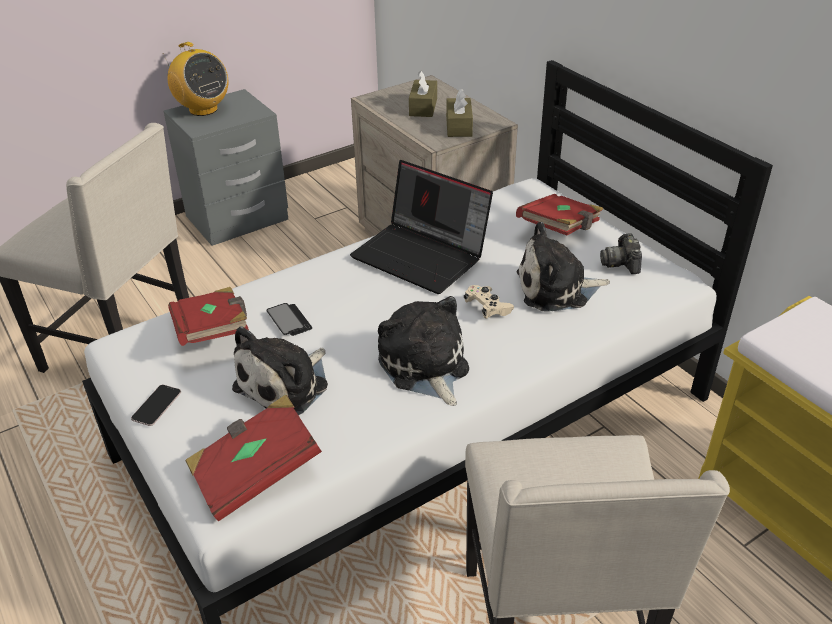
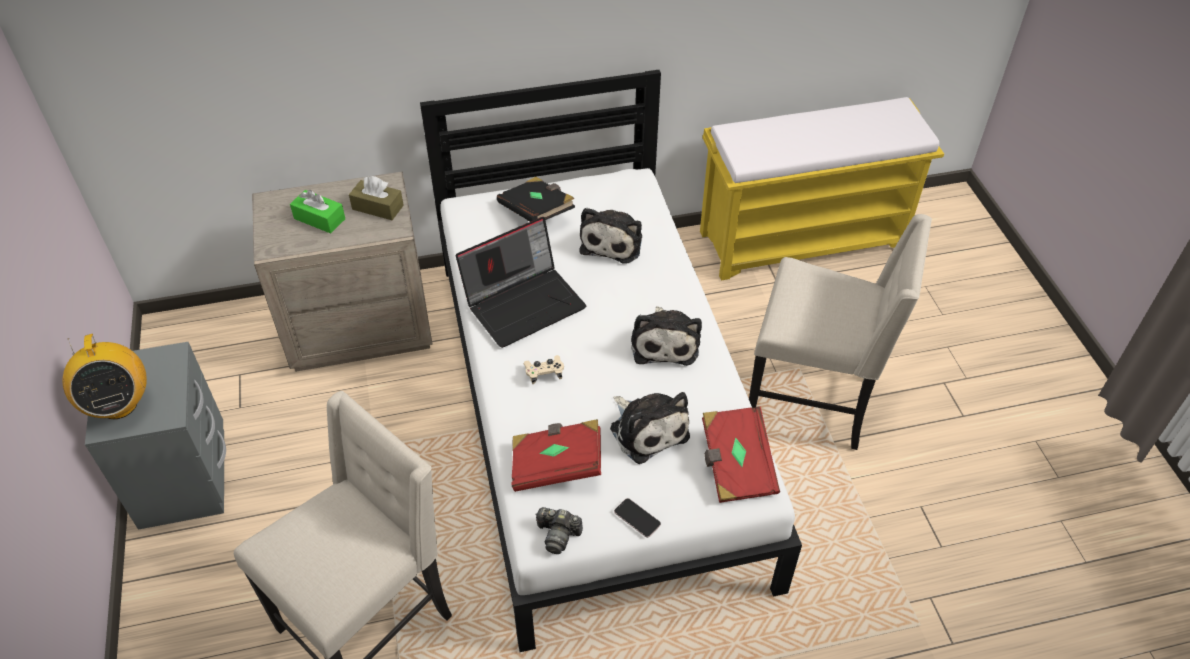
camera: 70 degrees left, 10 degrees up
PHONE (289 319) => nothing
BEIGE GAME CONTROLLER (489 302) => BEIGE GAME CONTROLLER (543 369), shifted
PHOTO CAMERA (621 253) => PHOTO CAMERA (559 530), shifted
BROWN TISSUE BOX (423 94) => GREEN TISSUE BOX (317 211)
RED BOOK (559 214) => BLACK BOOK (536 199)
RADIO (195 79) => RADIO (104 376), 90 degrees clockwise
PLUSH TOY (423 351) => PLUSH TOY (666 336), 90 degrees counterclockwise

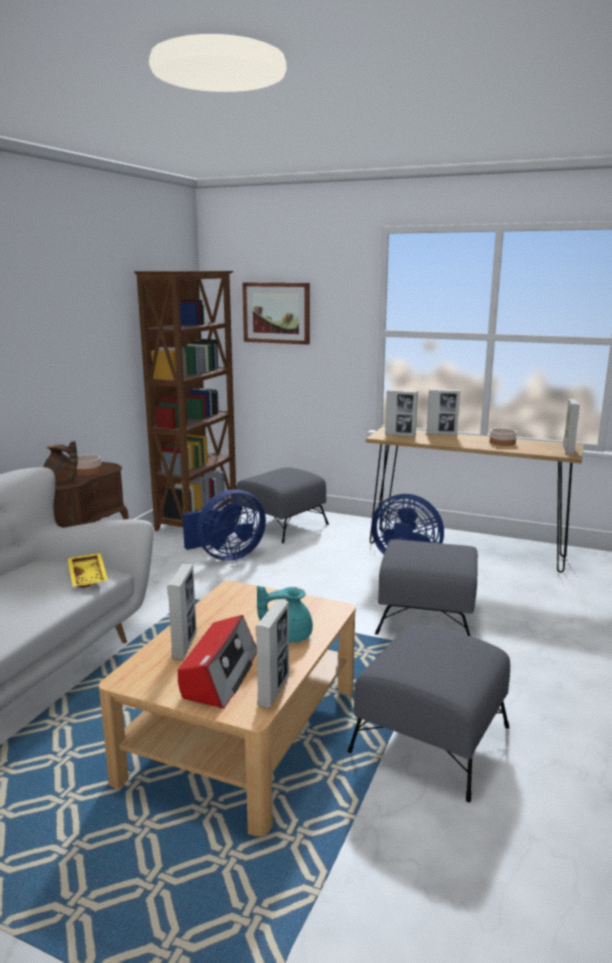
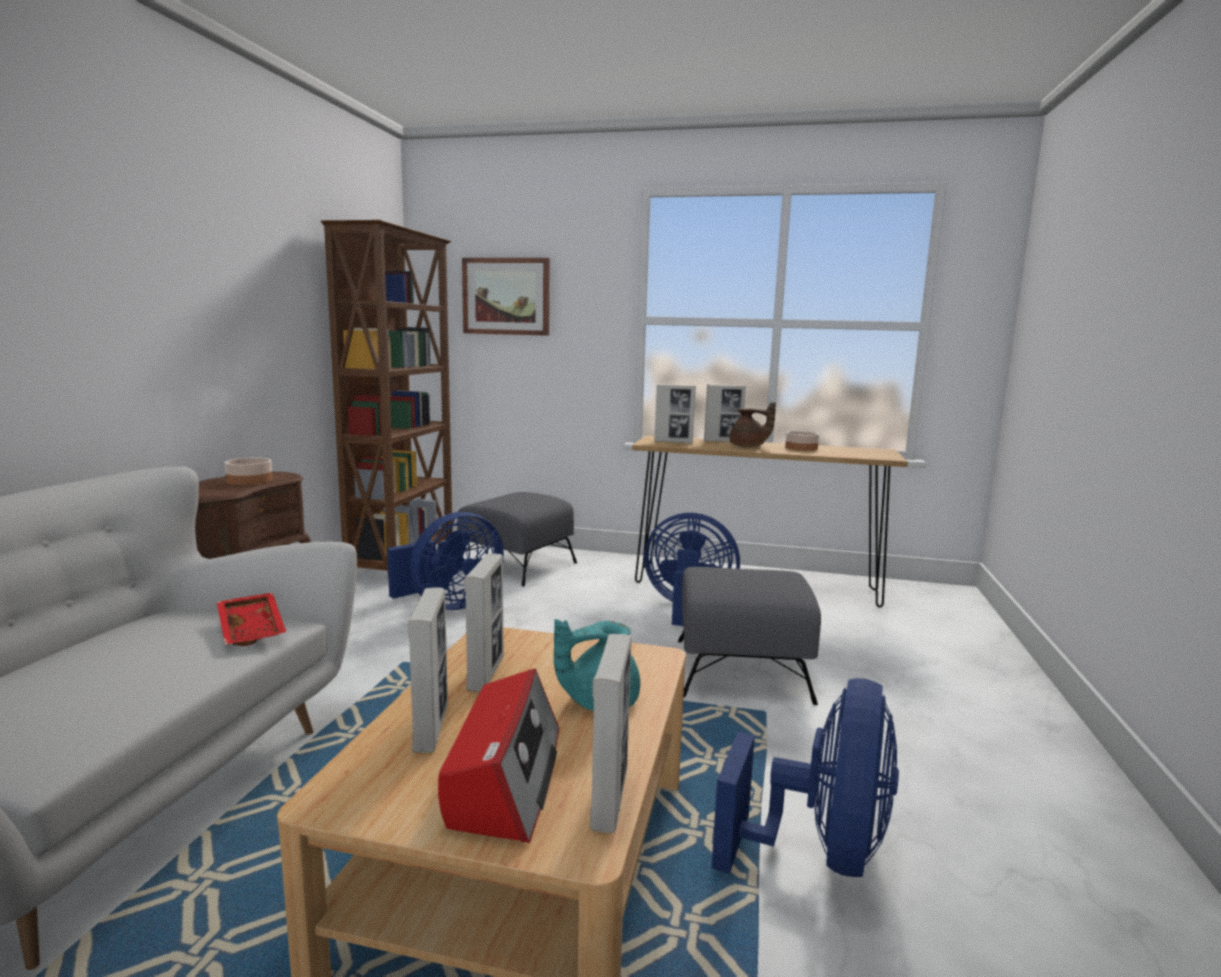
camera: 10 degrees left, 5 degrees down
BROWN TEAPOT (61 461) => BROWN TEAPOT (753 424), shifted
PICTURE FRAME (571 426) => PICTURE FRAME (484 622), shifted
GREY OTTOMAN (428 713) => BLUE FAN (805 777)
YELLOW TRAY (87 570) => RED TRAY (251 619)

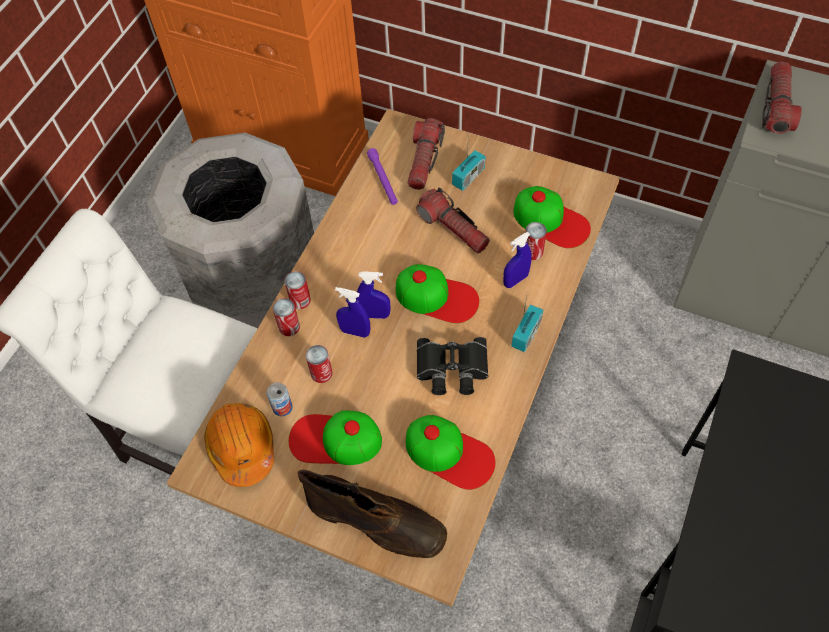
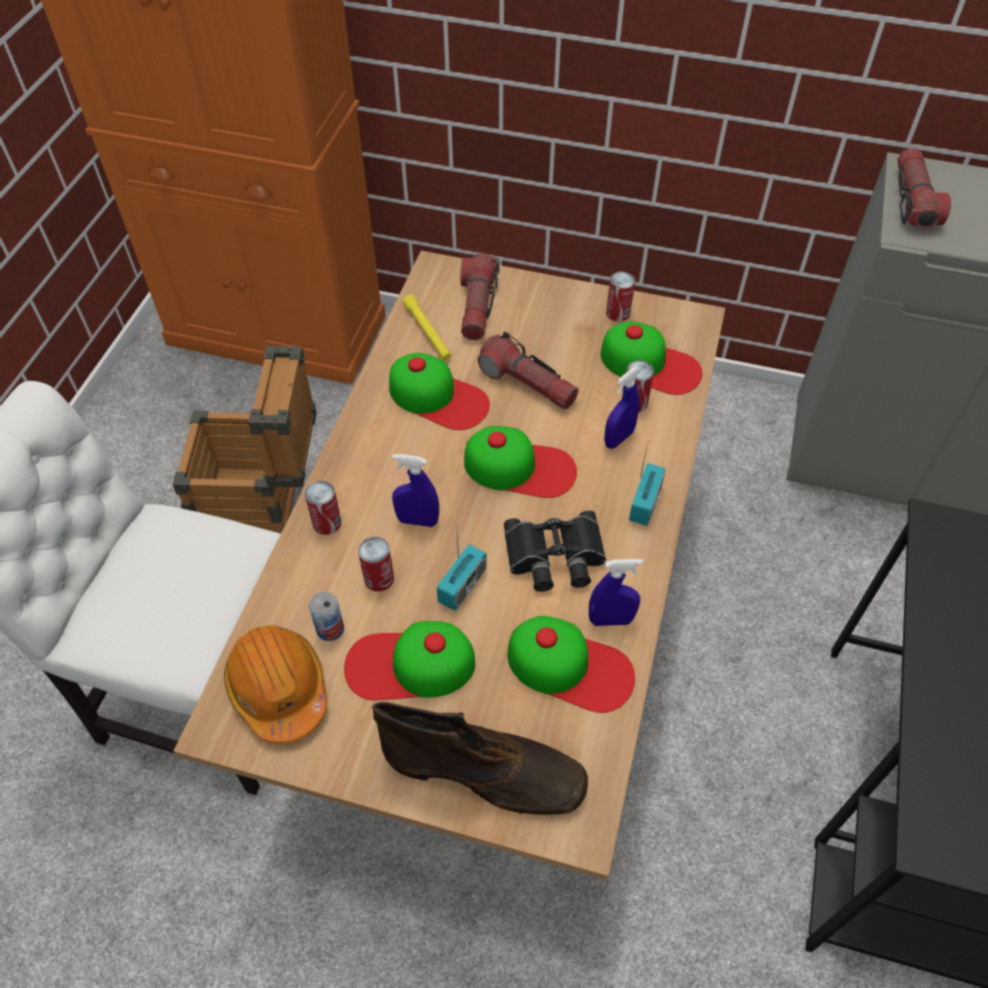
camera: 10 degrees left, 5 degrees down
nothing => CAP (439 391)
CAN (297 290) => CAN (620 297), shifted
BLUE SPRAY BOTTLE (373 295) => BLUE SPRAY BOTTLE (616 592), shifted
RADIO (469 160) => RADIO (462 566), shifted
GREY TRASH CAN (230 230) => CRATE (244 439)
PURPLE FLASHLIGHT (382 176) => YELLOW FLASHLIGHT (427 327)

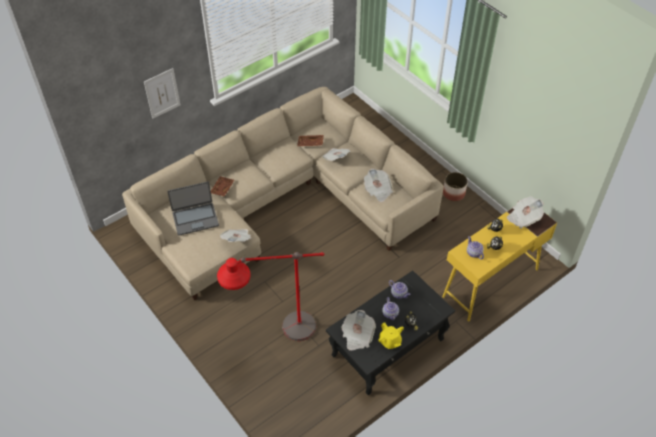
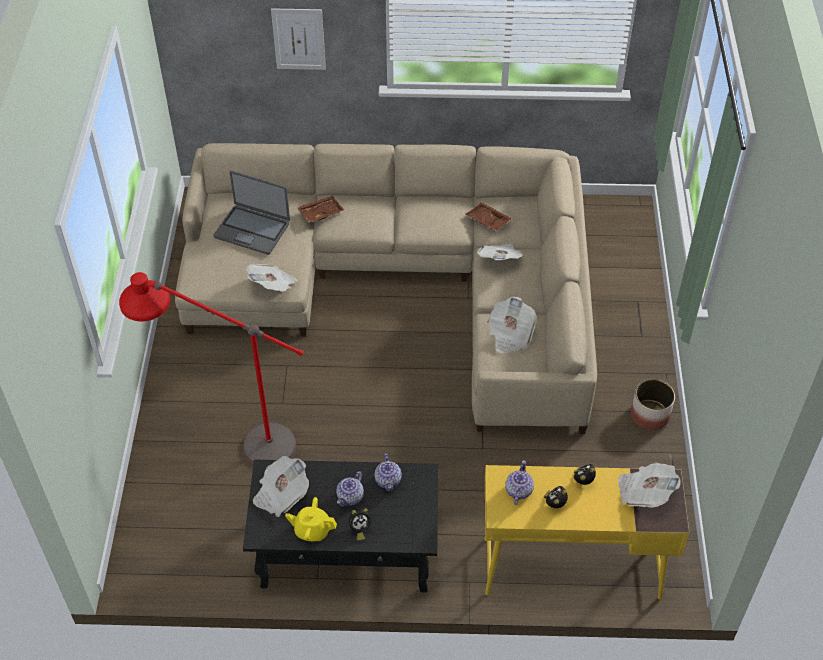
camera: 40 degrees right, 0 degrees up
YELLOW TEAPOT (391 335) => YELLOW TEAPOT (311 519), 90 degrees clockwise

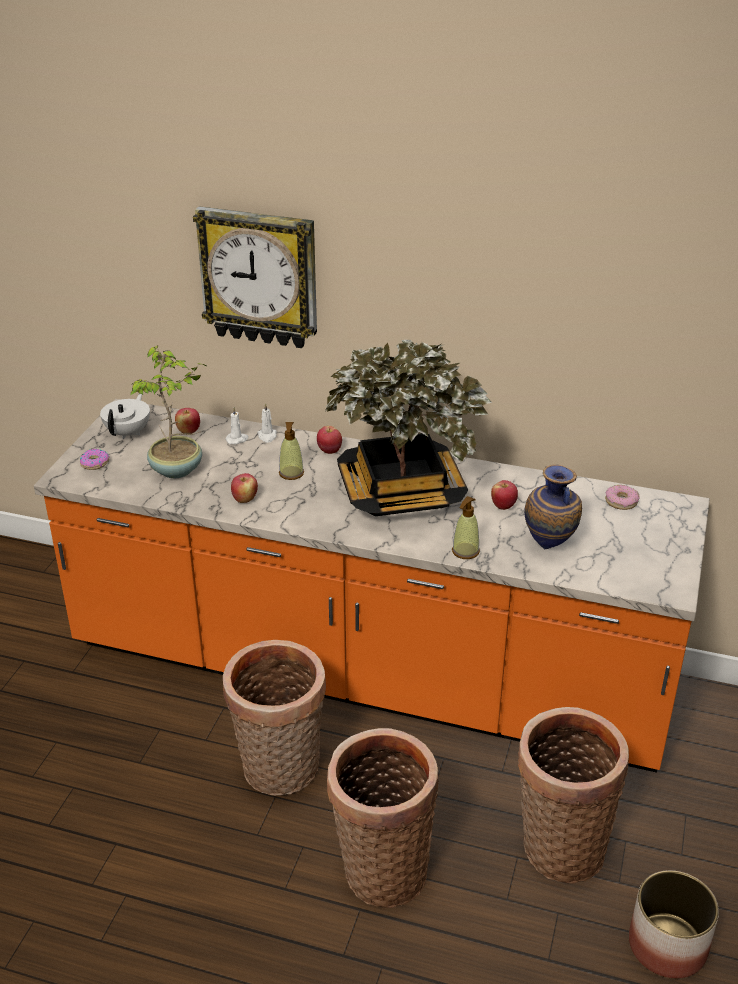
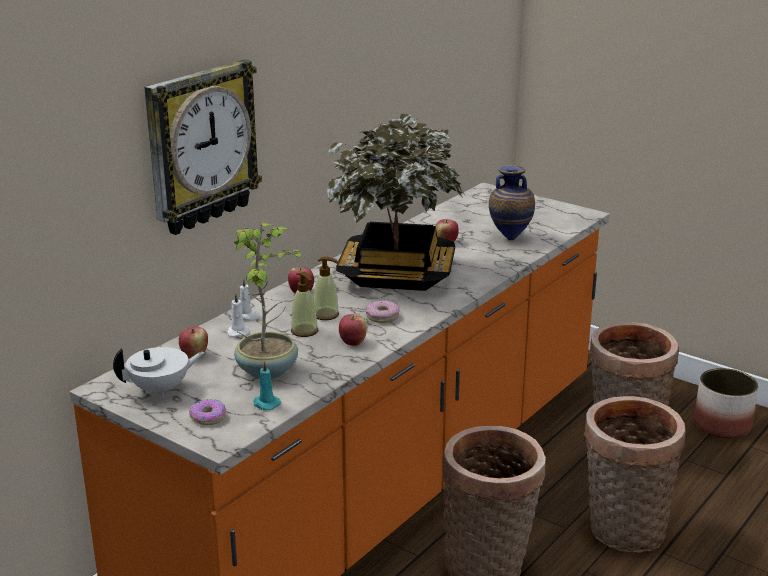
camera: 70 degrees left, 10 degrees down
nothing => TURQUOISE CANDLE (267 385)
SOAP DISPENSER (466 527) => SOAP DISPENSER (304 304), shifted
DONUT (622 497) => DONUT (383 311), shifted
WHITE TEAPOT (125 416) => WHITE TEAPOT (158 372), 120 degrees clockwise

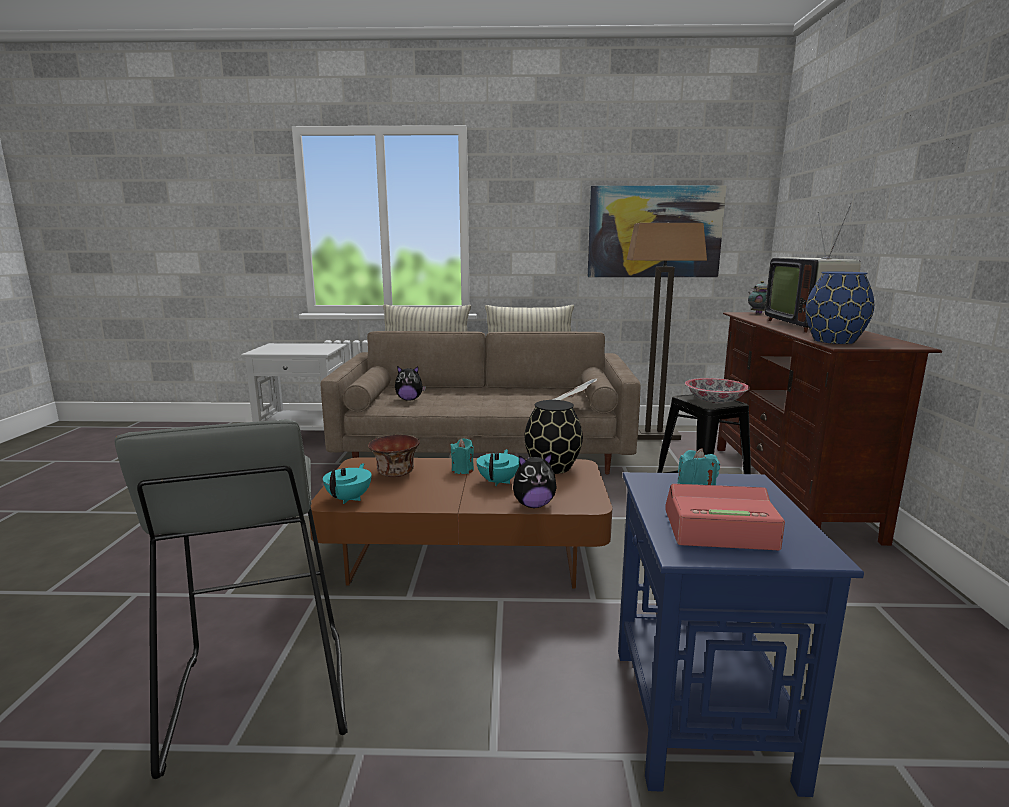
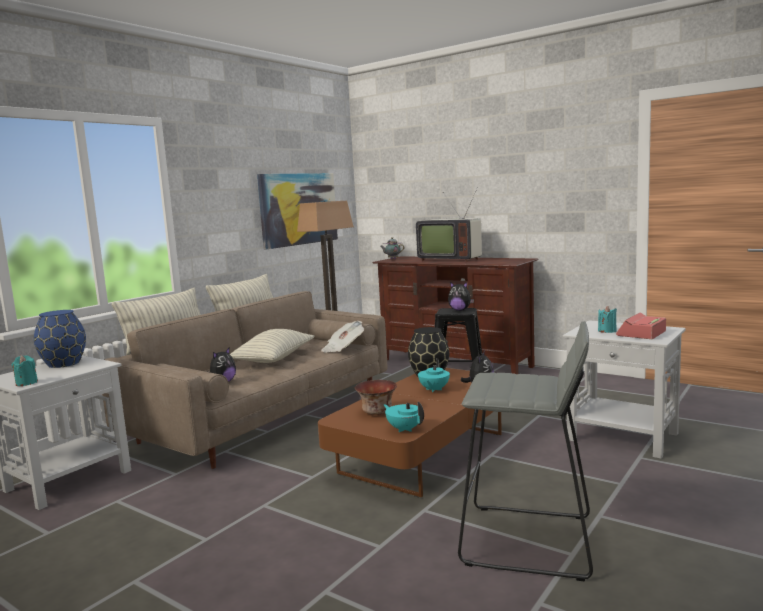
camera: 55 degrees left, 5 degrees down
nothing => PILLOW (272 346)
TURQUOISE CANDLE (462 456) => TURQUOISE CANDLE (24 370), shifted
BLUE VASE (839 308) => BLUE VASE (60 339), shifted
BOWL (717 390) => PLUSH TOY (461 296)
BLUE SIDE TABLE (741 634) => WHITE SIDE TABLE (624 389)
TURQUOISE TEAPOT (498 467) => TURQUOISE TEAPOT (434 375), 120 degrees counterclockwise

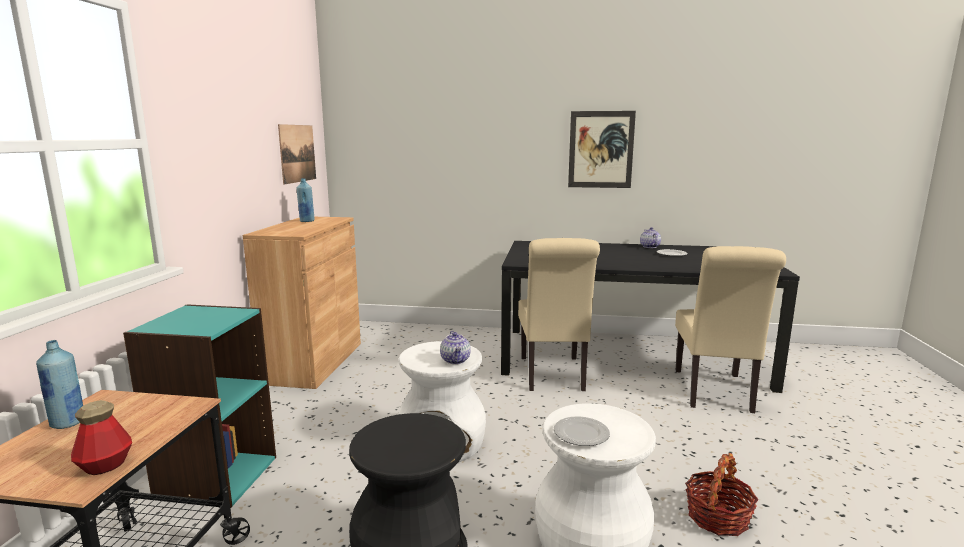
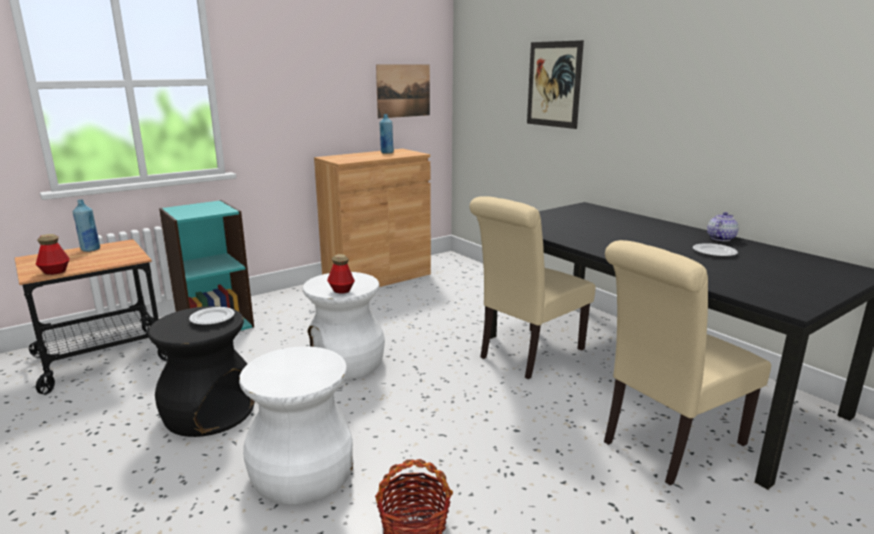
camera: 45 degrees right, 5 degrees up
PLATE (582 431) => PLATE (212 316), shifted
PICTURE (602 149) => PICTURE (555 84), shifted
TEAPOT (455 347) => BOTTLE (341 274)

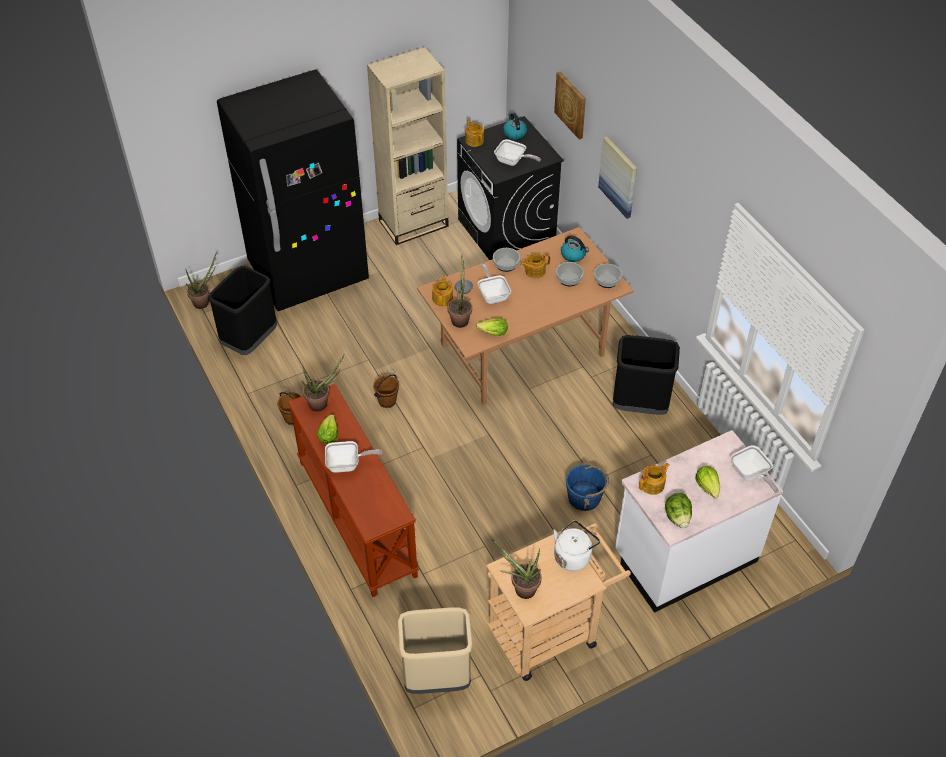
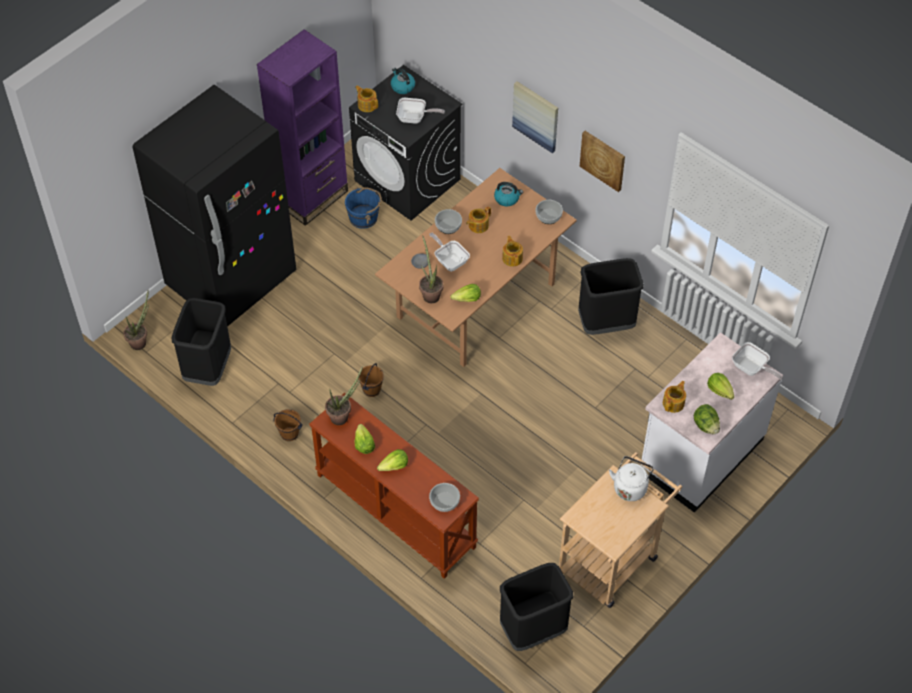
camera: 20 degrees left, 5 degrees up
POTTED PLANT (517 569) => nothing
TEAPOT (442 290) => TEAPOT (512 251), shifted
PICTURE (570 105) => PICTURE (602 161), shifted
BOWL (570 274) => BOWL (444 497), shifted
BLUE BUCKET (587 486) => BLUE BUCKET (363 208), shifted
FRYING PAN (353 457) => LETTUCE (392 460)
BEIGE BOOKCASE (408 146) => PURPLE BOOKCASE (302 127)
BEIGE TRASH CAN (435 650) => BLACK TRASH CAN (537 607)

